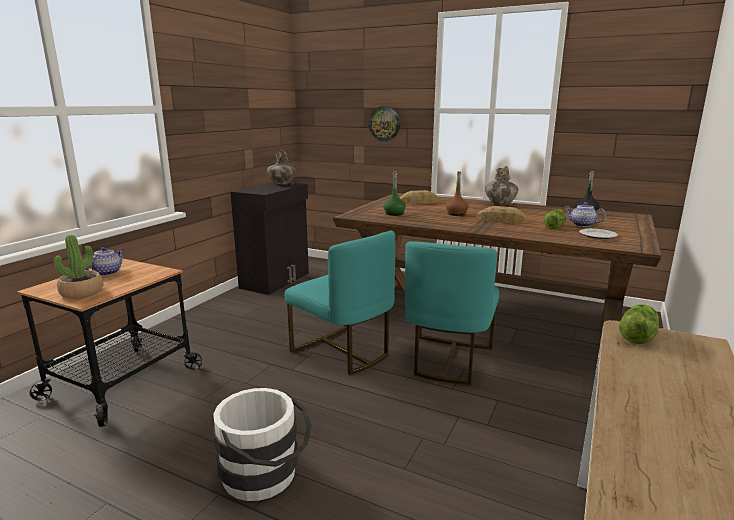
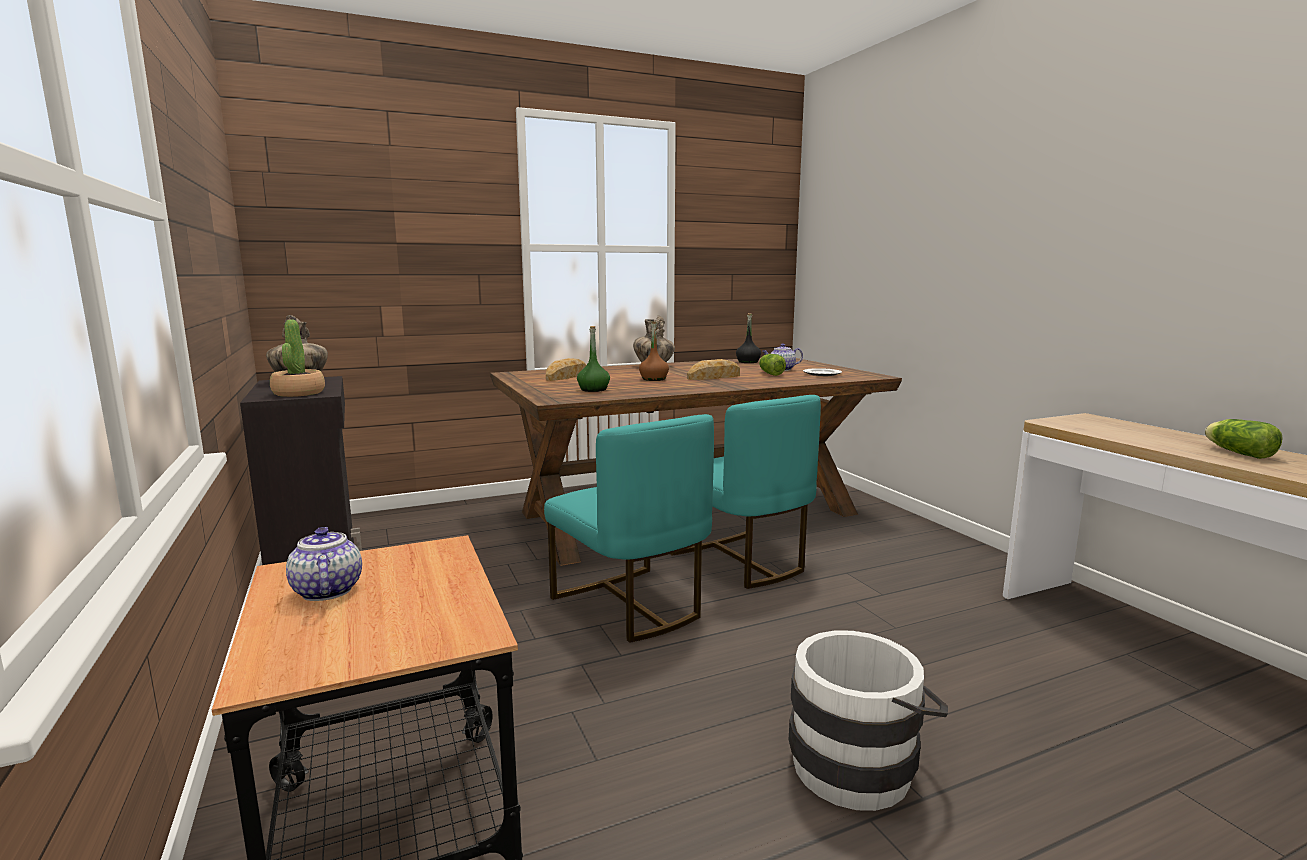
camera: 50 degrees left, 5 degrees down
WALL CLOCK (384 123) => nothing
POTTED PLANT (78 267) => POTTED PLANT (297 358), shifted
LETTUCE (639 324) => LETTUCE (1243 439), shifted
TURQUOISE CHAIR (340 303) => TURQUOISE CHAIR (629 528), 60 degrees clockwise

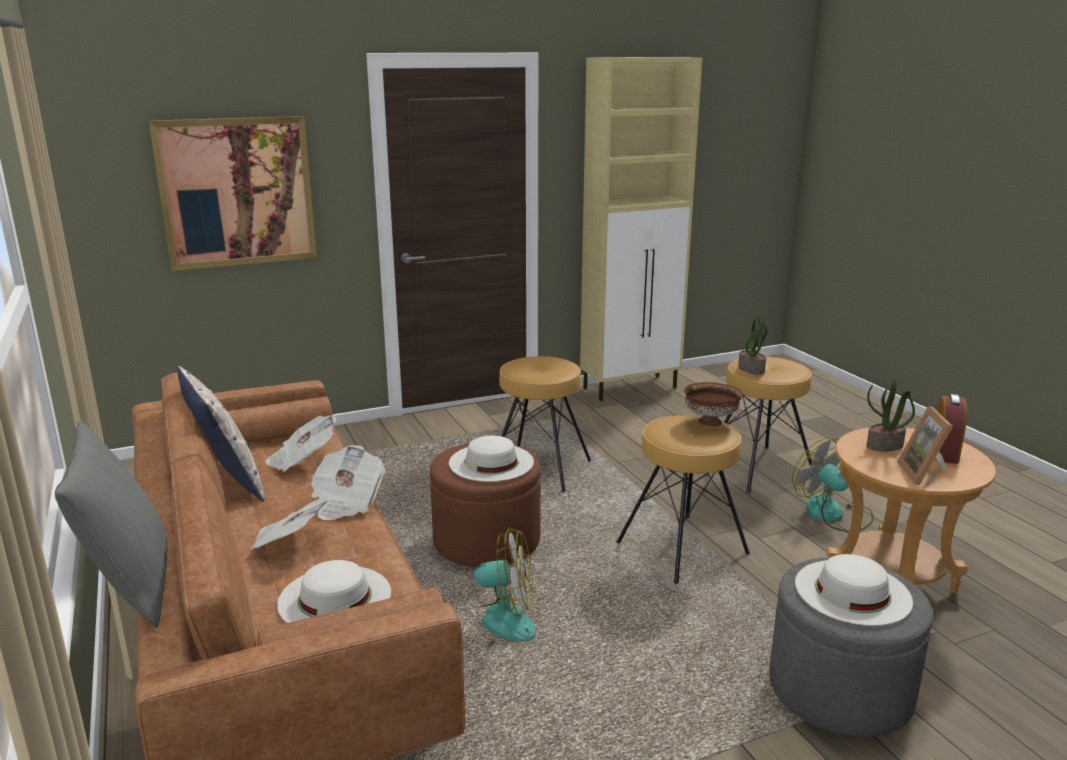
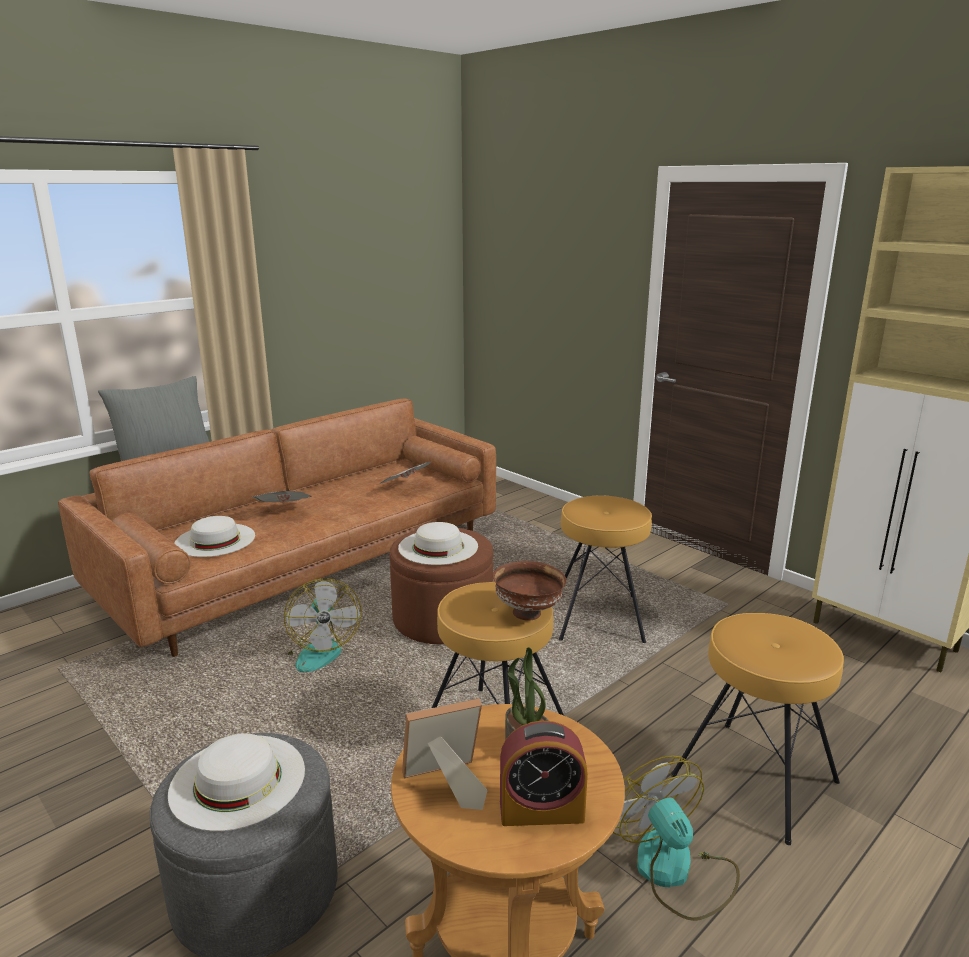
camera: 70 degrees right, 0 degrees up
PICTURE (233 193) => nothing
PILLOW (221 434) => nothing
NEWSPAPER (347 482) => nothing
POTTED PLANT (753 344) => nothing
FAN (833 485) => FAN (676 838), 60 degrees counterclockwise

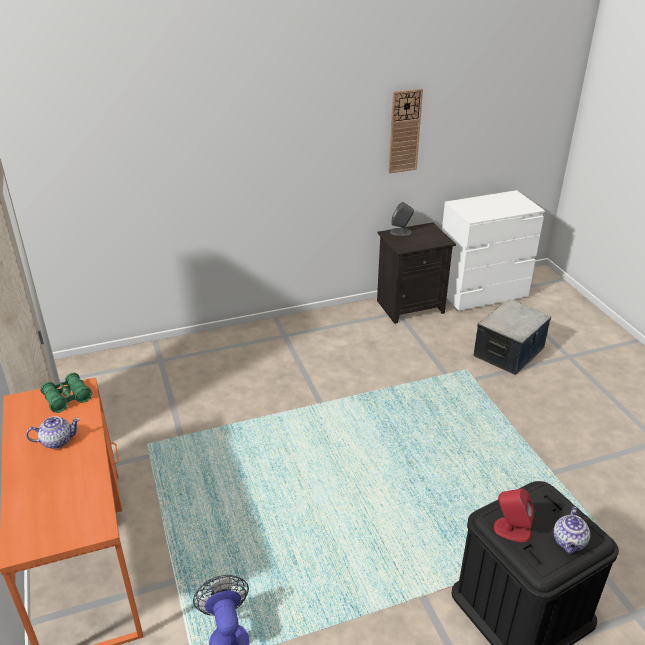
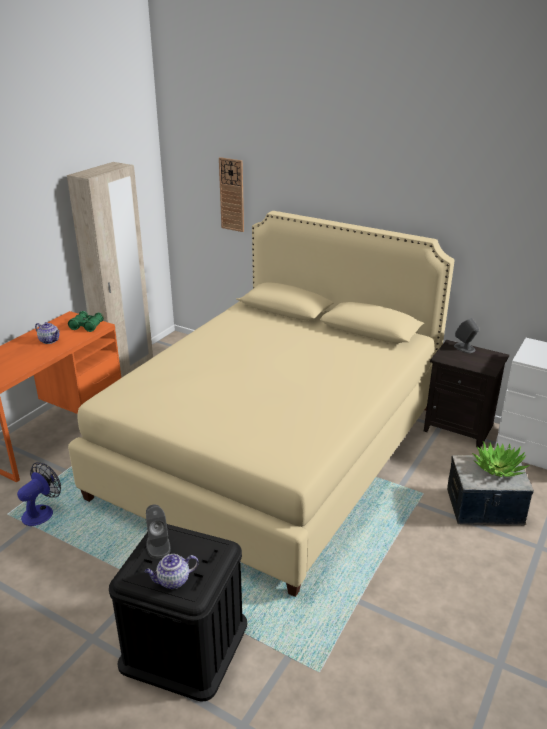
camera: 50 degrees right, 5 degrees down
nothing => BEIGE BED (261 404)
nothing => POTTED PLANT (501 459)
WALL CLOCK (405 131) => WALL CLOCK (231 194), shifted
RED SPEAKER (514 515) => GREY SPEAKER (158 531)

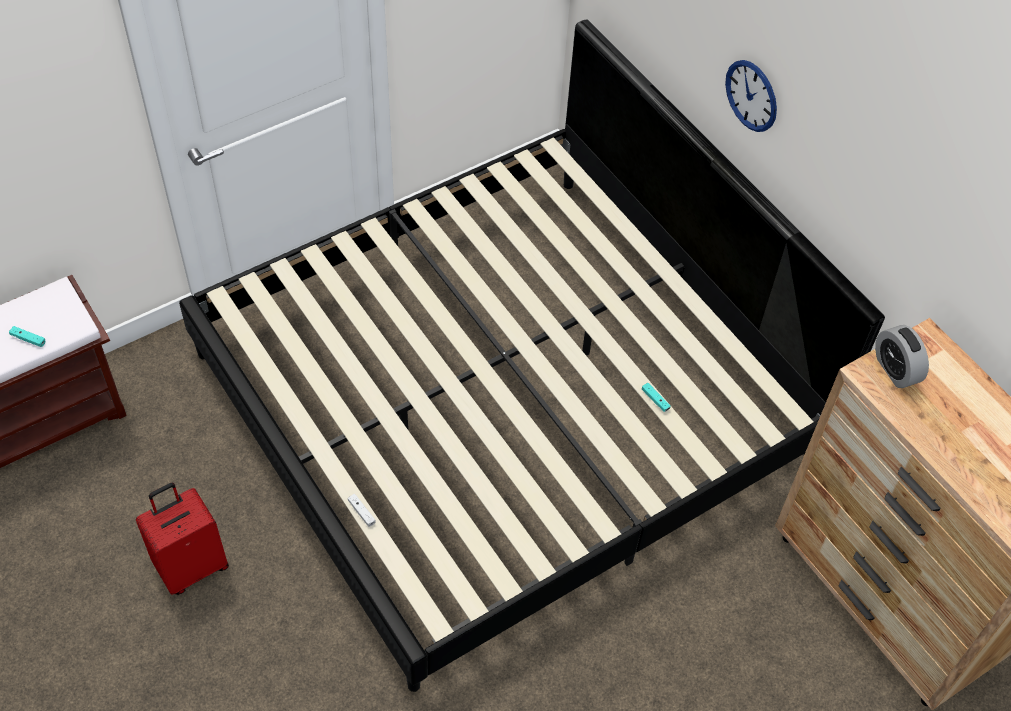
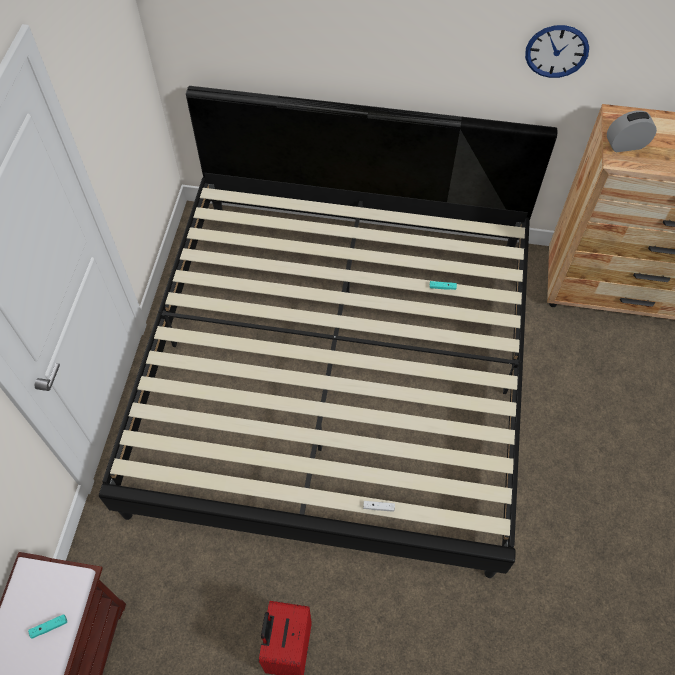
camera: 45 degrees left, 5 degrees up
WALL CLOCK (751 96) => WALL CLOCK (557 51), shifted
ALARM CLOCK (902 356) => ALARM CLOCK (632 131), 150 degrees clockwise

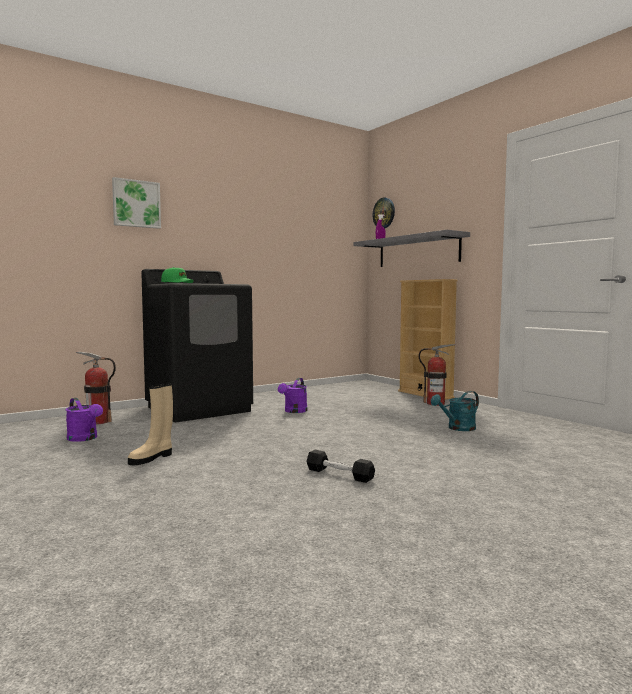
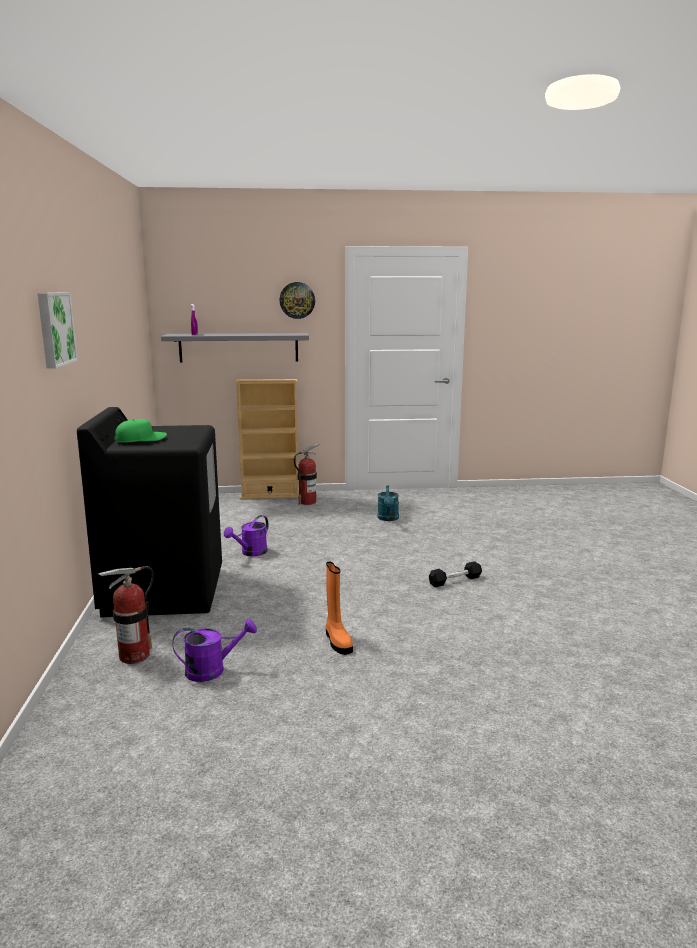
camera: 60 degrees left, 10 degrees up
WALL CLOCK (384 213) => WALL CLOCK (297 300), shifted
BEIGE BOOT (150 424) => ORANGE BOOT (339 608)
PURPLE WATERING CAN (292 395) => PURPLE WATERING CAN (246 535), 75 degrees clockwise

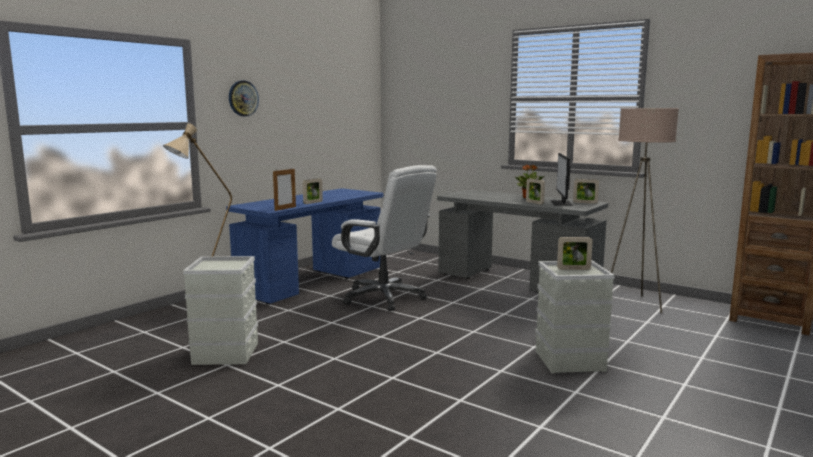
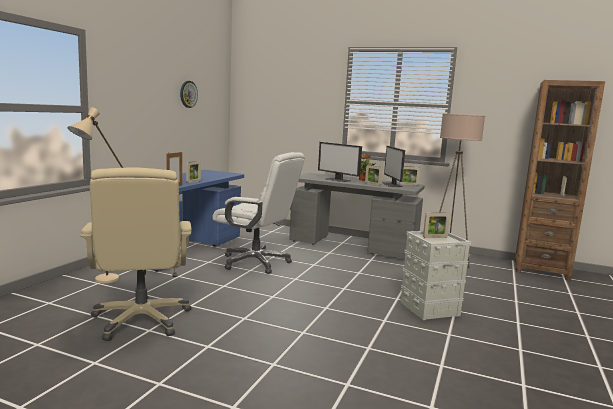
camera: 15 degrees left, 0 degrees up
nothing => MONITOR (340 162)
WALL CLOCK (244 99) => WALL CLOCK (189 94), shifted
GREY STORAGE BOX (220 310) => BEIGE OFFICE CHAIR (136 254)

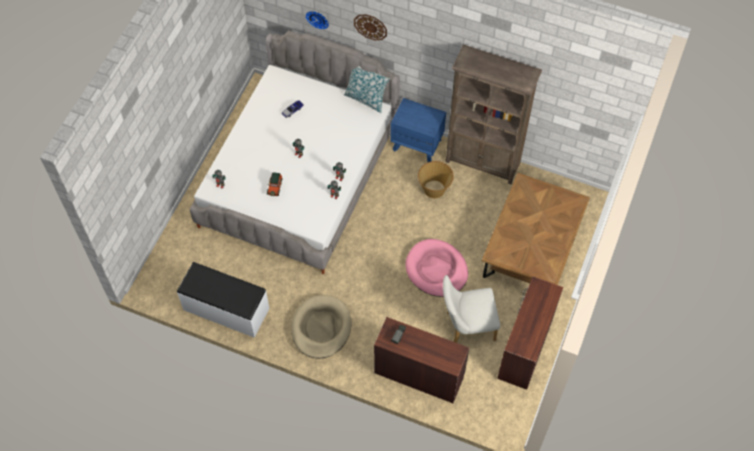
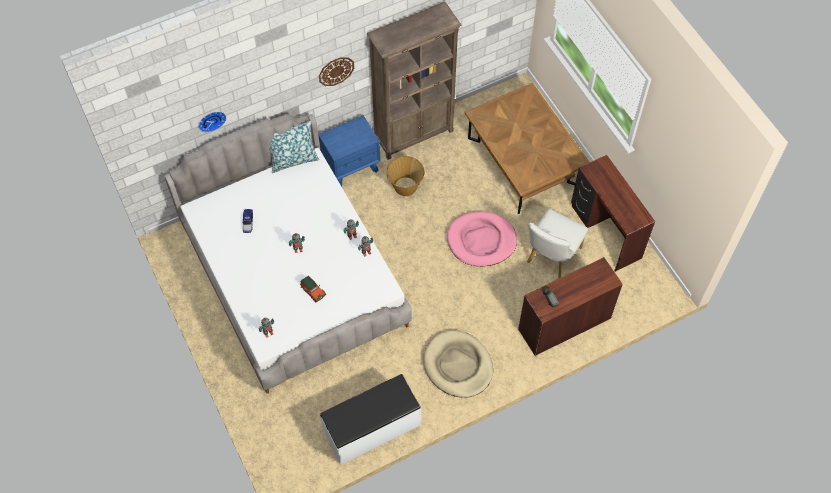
camera: 50 degrees left, 0 degrees up
WALL CLOCK (370 27) => WALL CLOCK (336 72), shifted

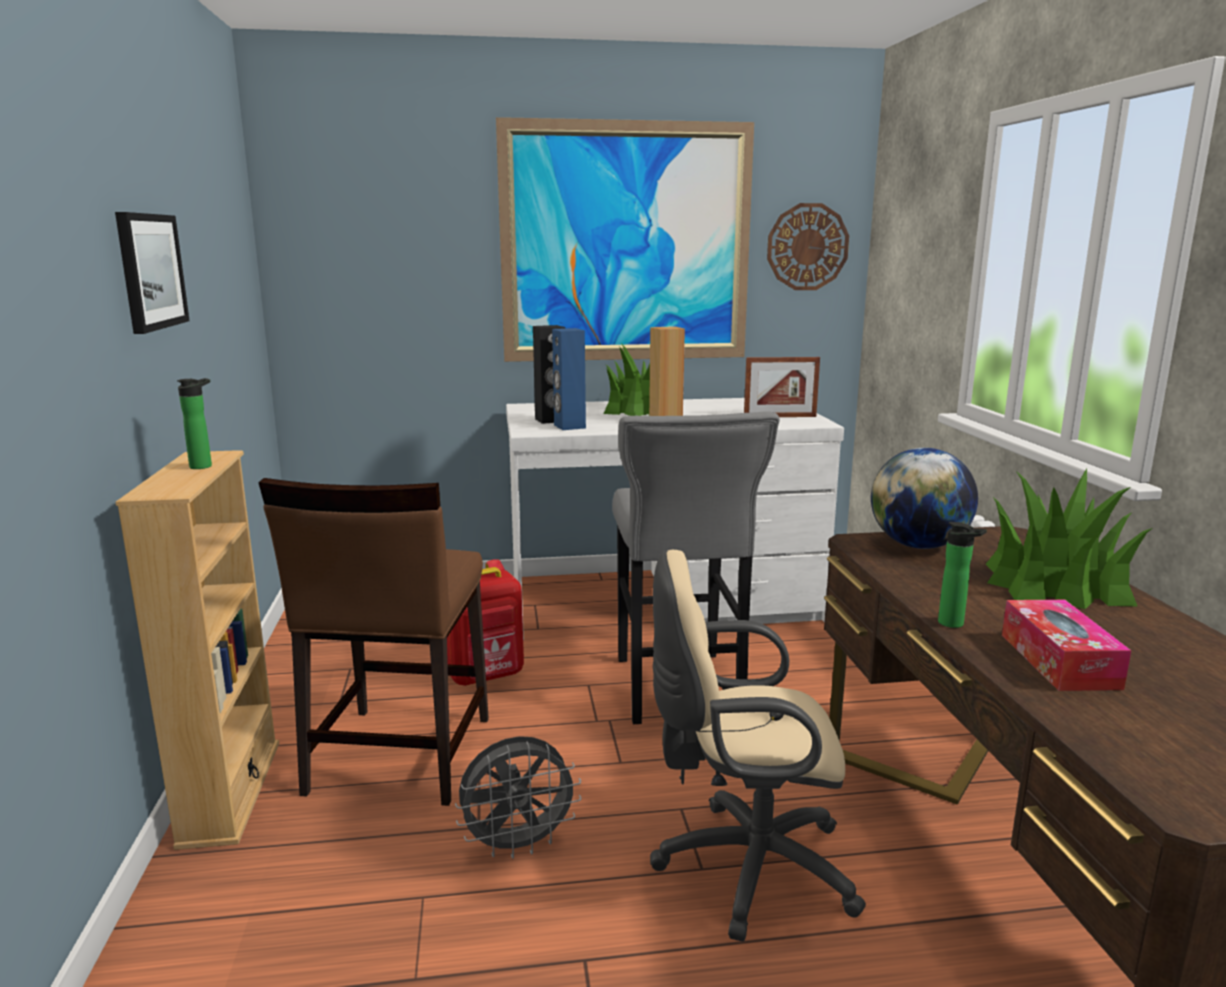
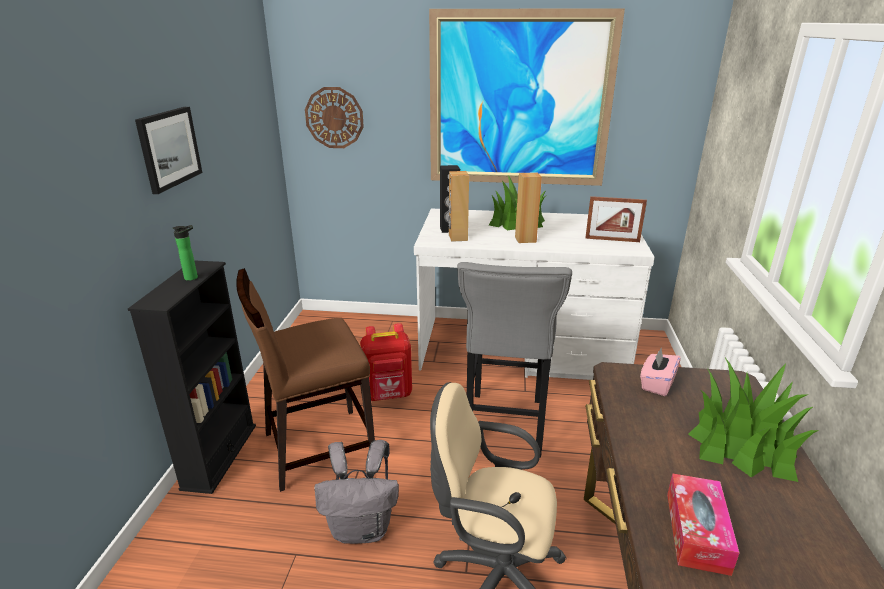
camera: 15 degrees right, 10 degrees up
BOTTLE (962 575) => nothing
WALL CLOCK (808 246) => WALL CLOCK (334 117), shifted
GREY FAN (518 797) => GREY BACKPACK (356 492)
GLOBE (924 498) => PINK TISSUE BOX (660 372)
BEIGE BOOKCASE (197 650) => BLACK BOOKCASE (192 377)
BLUE SPEAKER (569 379) => BROWN SPEAKER (458 206)
BROWN CHAIR (374 642) => BROWN CHAIR (305 380), 45 degrees clockwise

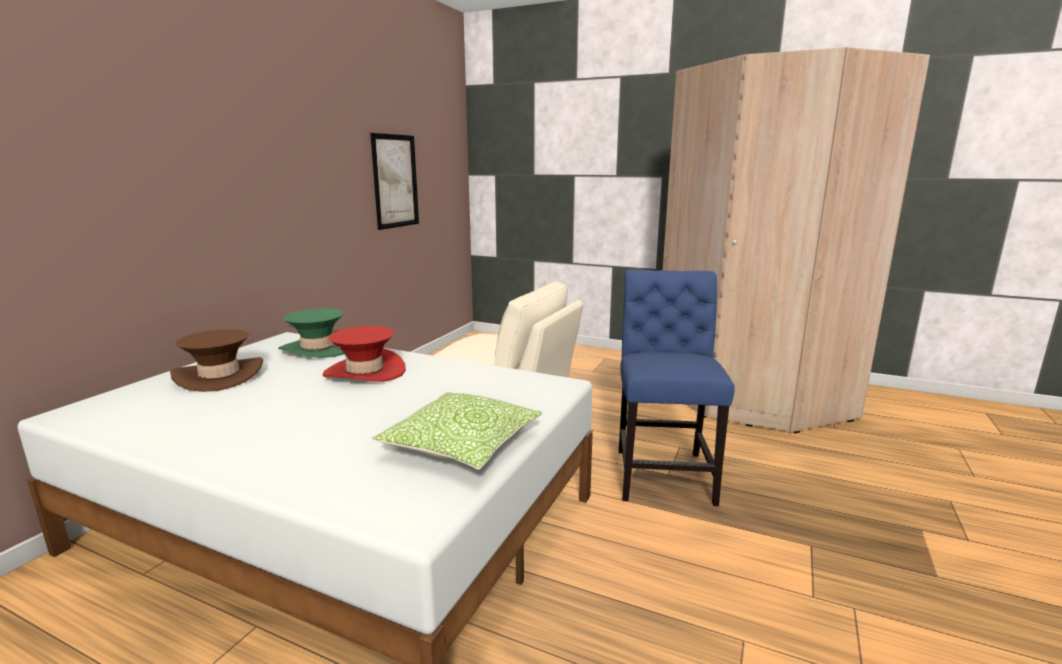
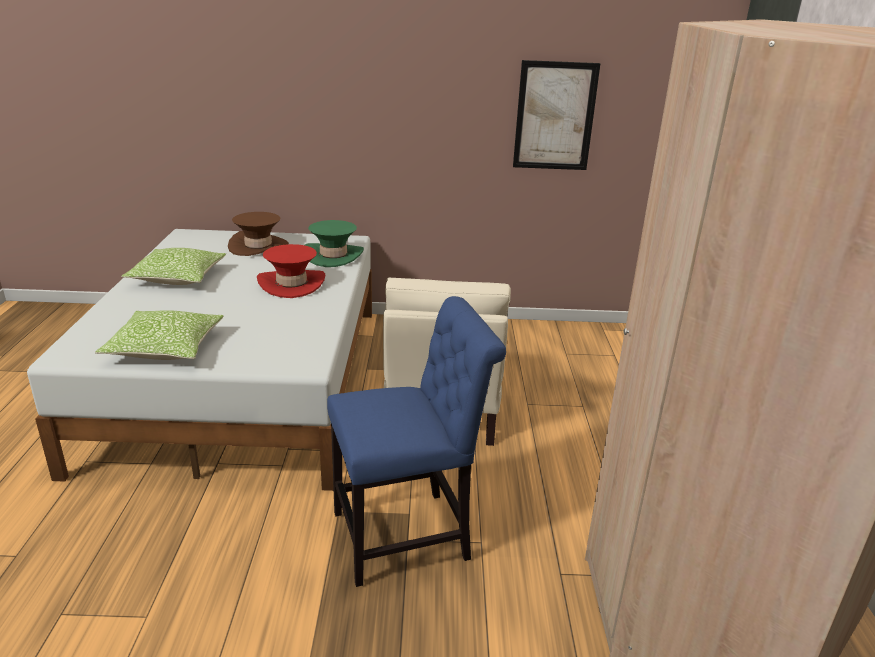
camera: 65 degrees right, 10 degrees up
nothing => PILLOW (173 266)

